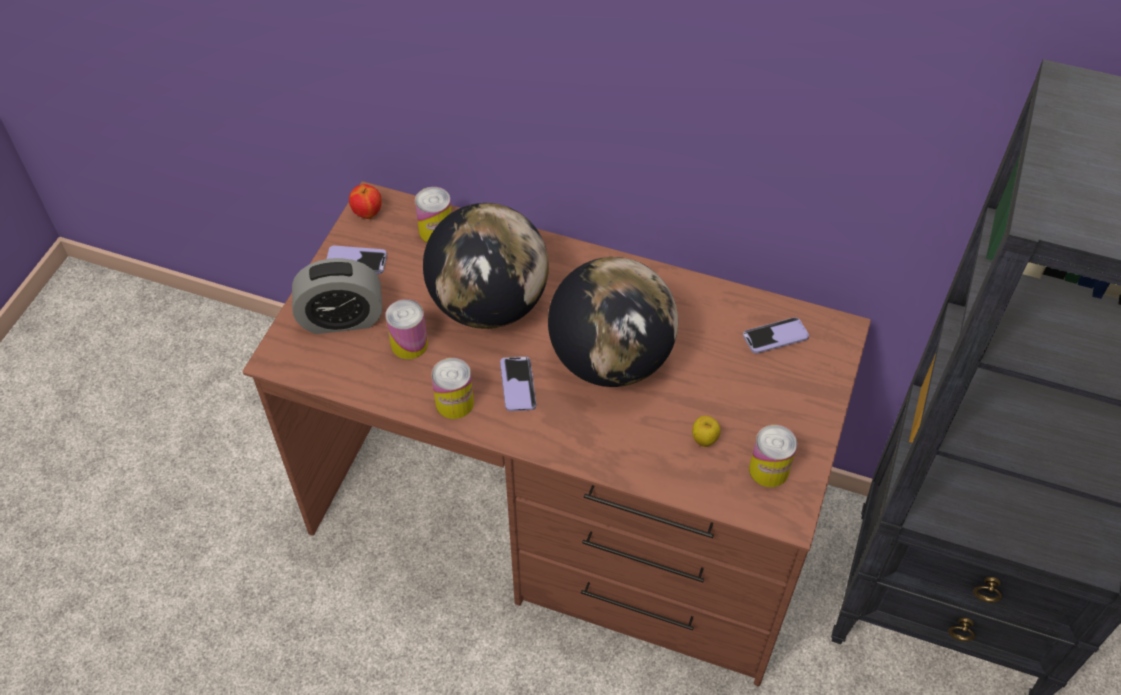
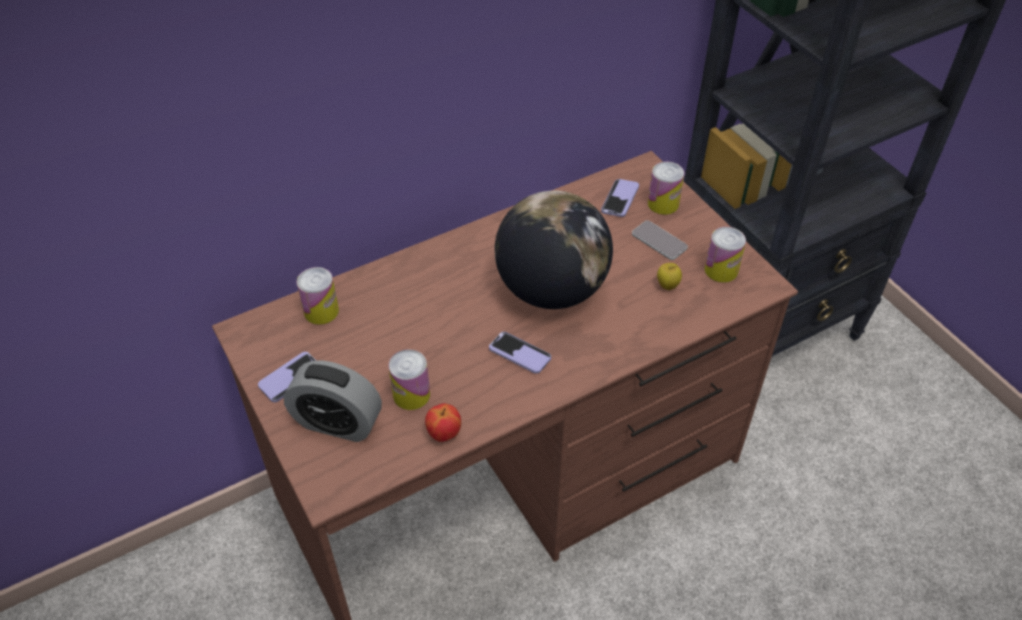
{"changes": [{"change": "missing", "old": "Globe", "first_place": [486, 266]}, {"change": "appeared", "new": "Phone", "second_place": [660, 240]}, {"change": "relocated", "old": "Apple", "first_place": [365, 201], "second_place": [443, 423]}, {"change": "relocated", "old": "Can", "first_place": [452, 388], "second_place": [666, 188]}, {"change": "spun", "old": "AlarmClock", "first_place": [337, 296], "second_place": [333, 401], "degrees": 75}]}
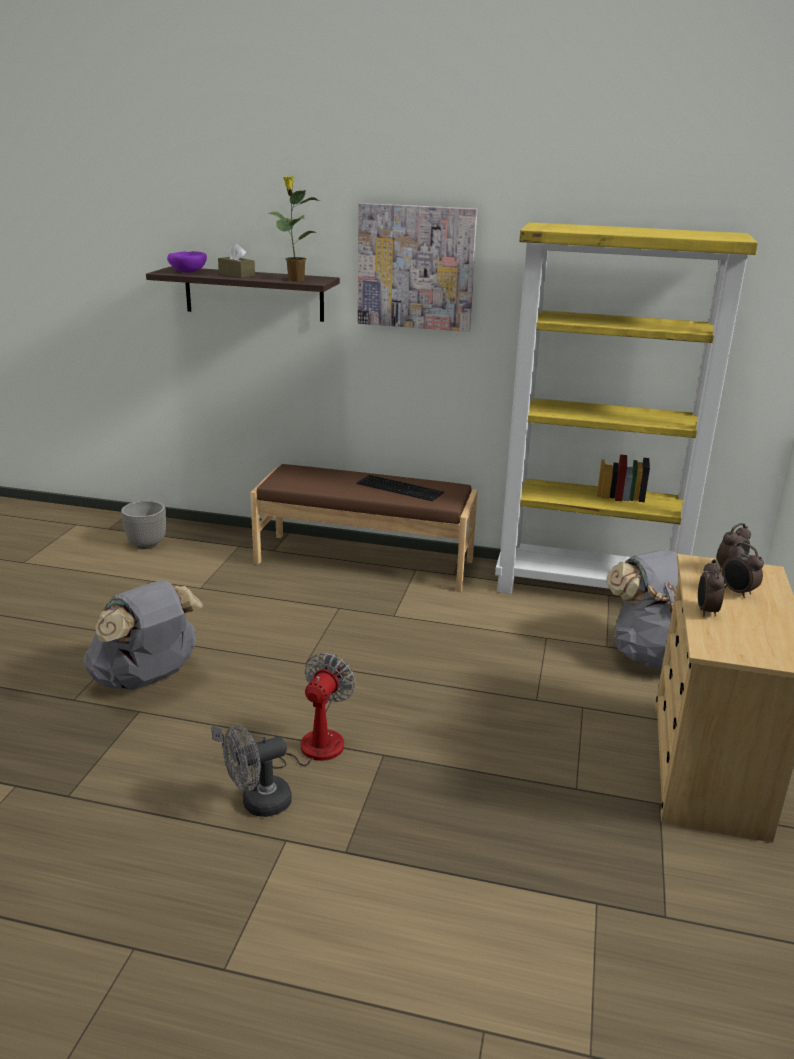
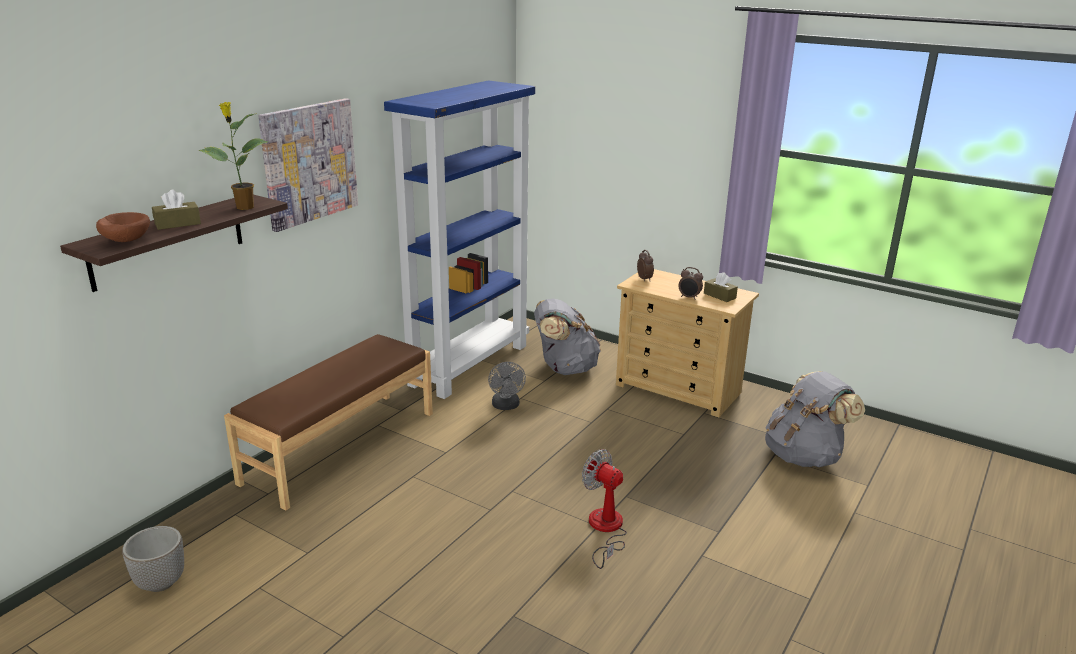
{"changes": [{"change": "missing", "old": "ComputerKeyboard", "first_place": [400, 488]}, {"change": "missing", "old": "AlarmClock", "first_place": [743, 570]}, {"change": "appeared", "new": "BrownTissueHolder", "second_place": [721, 287]}, {"change": "relocated", "old": "GreyRucksack", "first_place": [143, 635], "second_place": [815, 419]}, {"change": "relocated", "old": "GreyFan", "first_place": [257, 771], "second_place": [507, 386]}, {"change": "colour", "old": "PurpleDeepDish", "new": "BrownDeepDish", "first_place": [187, 262], "second_place": [123, 227]}, {"change": "colour", "old": "YellowishBookshelf", "new": "BlueBookshelf", "first_place": [626, 408], "second_place": [459, 239]}]}
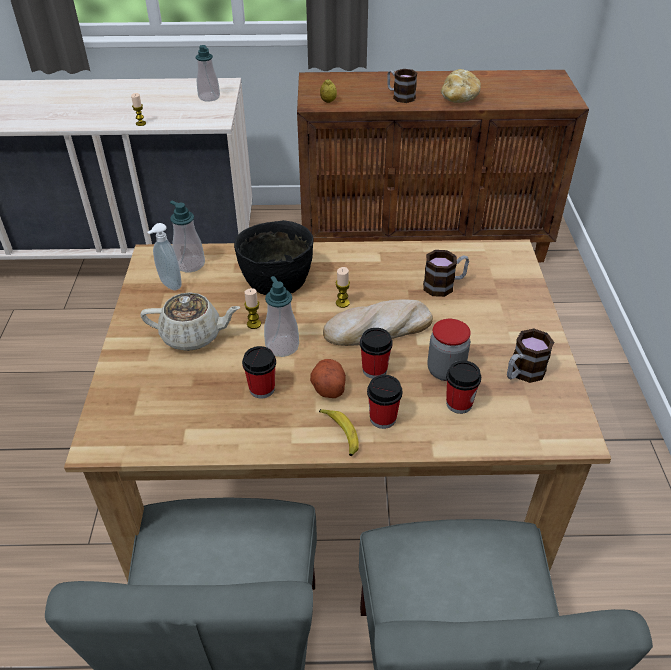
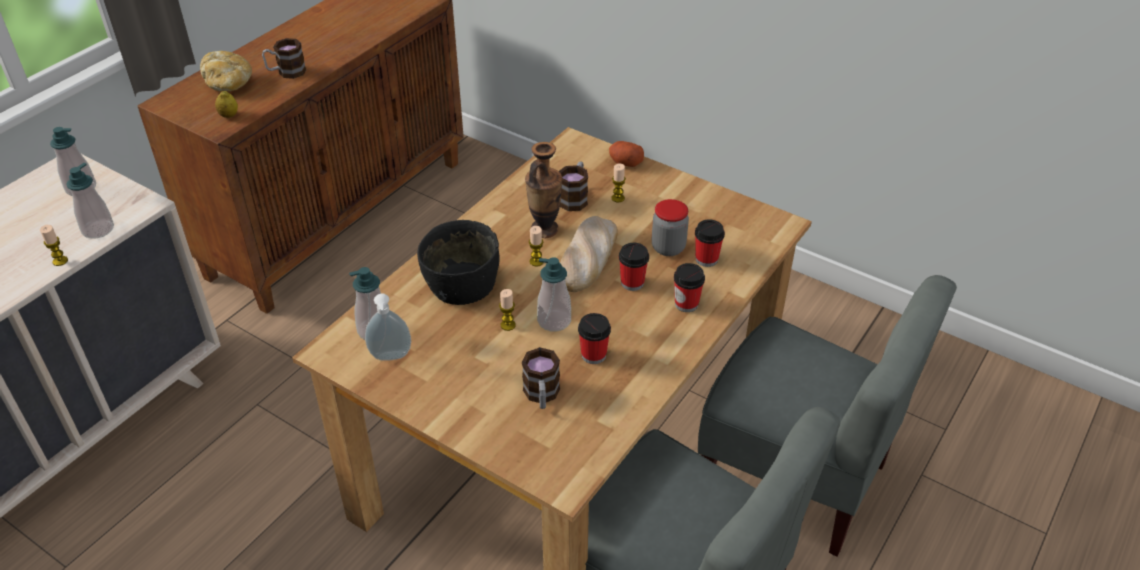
{"changes": [{"change": "missing", "old": "BeigeColouredTeapot", "first_place": [190, 321]}, {"change": "missing", "old": "Banana", "first_place": [339, 432]}, {"change": "appeared", "new": "SoapDispenser", "second_place": [90, 201]}, {"change": "appeared", "new": "DecorativeVase", "second_place": [543, 190]}, {"change": "appeared", "new": "Candle", "second_place": [619, 183]}, {"change": "relocated", "old": "Spud", "first_place": [328, 378], "second_place": [626, 154]}, {"change": "relocated", "old": "BakeryBread", "first_place": [461, 86], "second_place": [226, 71]}, {"change": "relocated", "old": "TeaMug", "first_place": [530, 355], "second_place": [541, 378]}]}
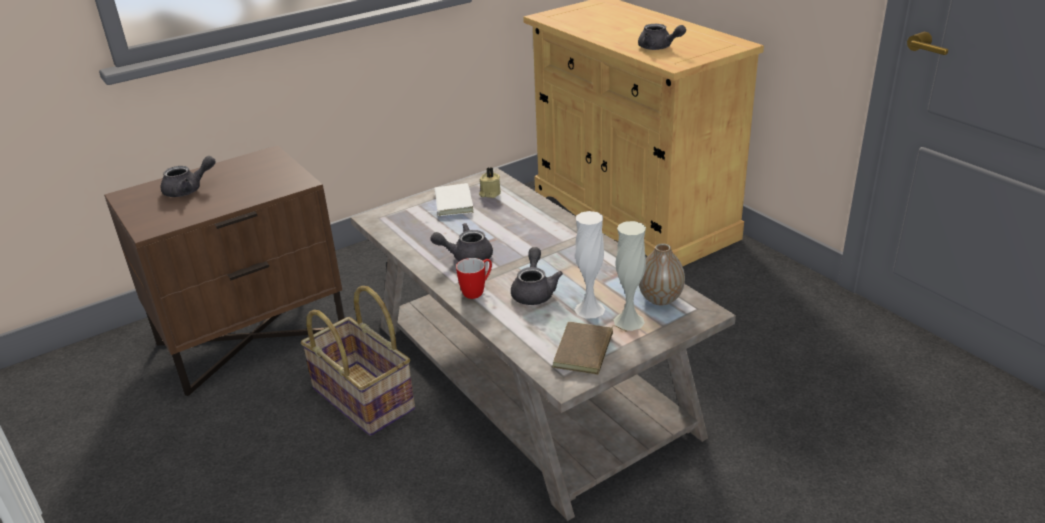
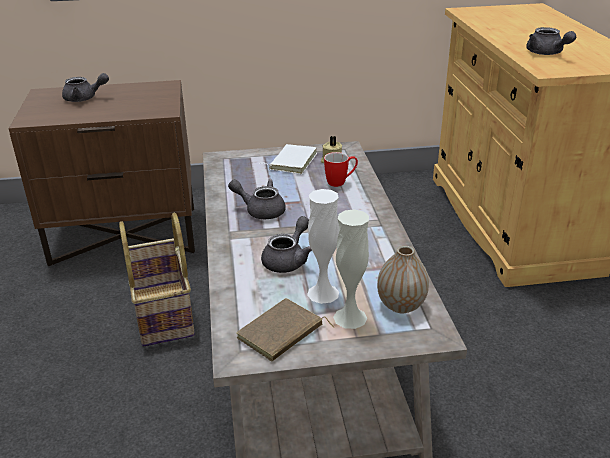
{"changes": [{"change": "relocated", "old": "TeaMug", "first_place": [474, 278], "second_place": [341, 169]}]}
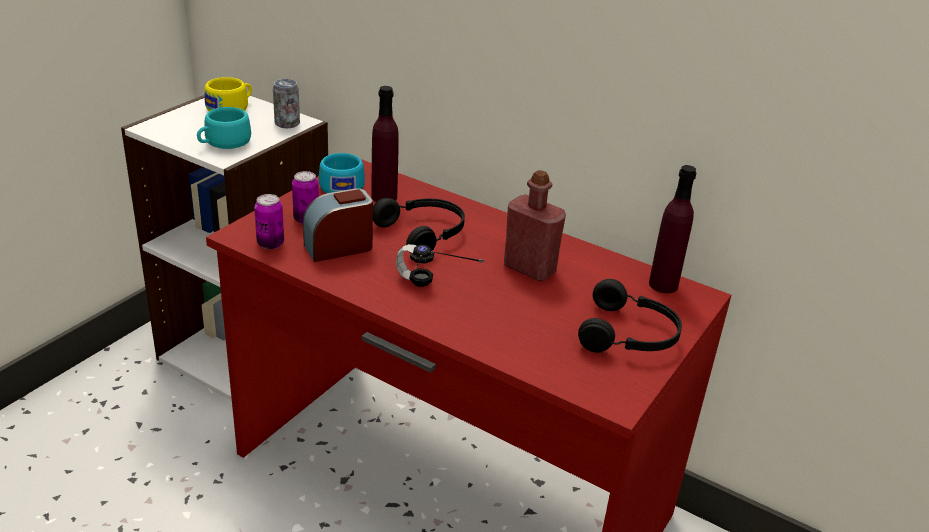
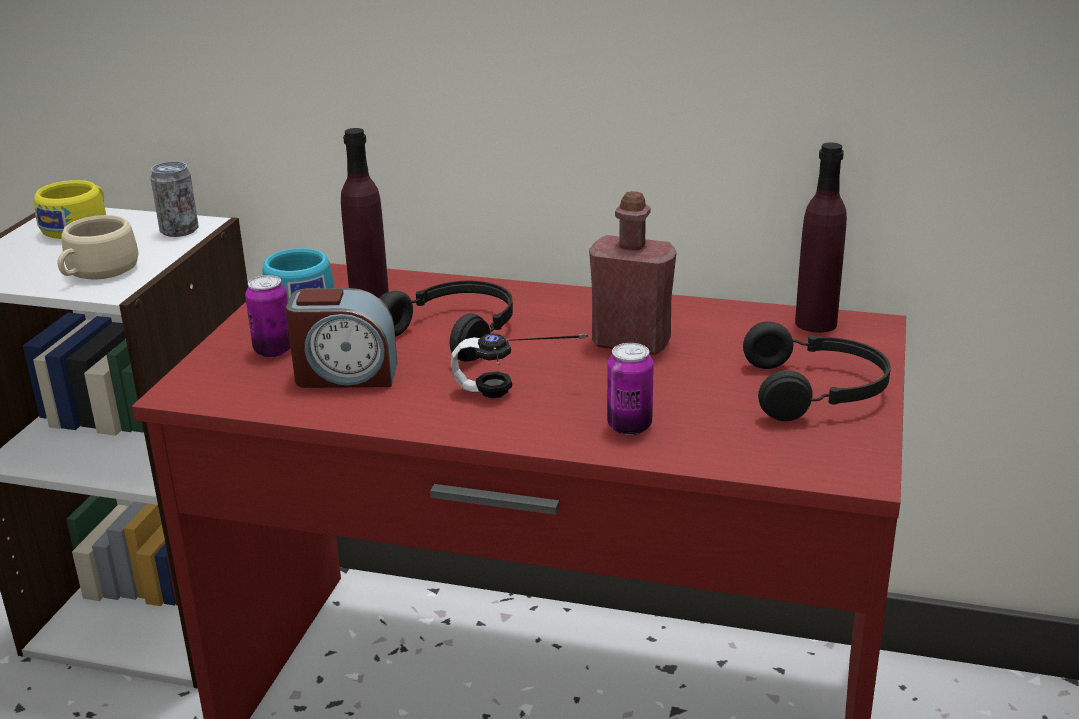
{"changes": [{"change": "relocated", "old": "Can", "first_place": [269, 221], "second_place": [630, 389]}, {"change": "colour", "old": "TurquoiseCup", "new": "BeigeColouredCup", "first_place": [224, 128], "second_place": [98, 247]}, {"change": "spun", "old": "AlarmClock", "first_place": [338, 225], "second_place": [341, 338], "degrees": -135}]}
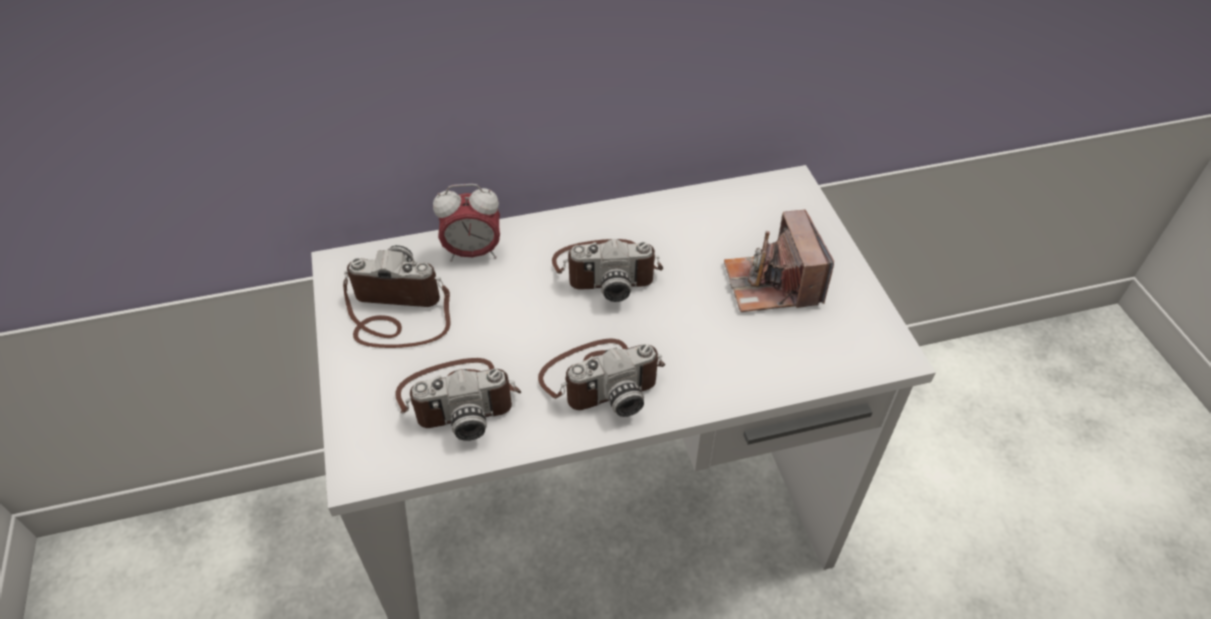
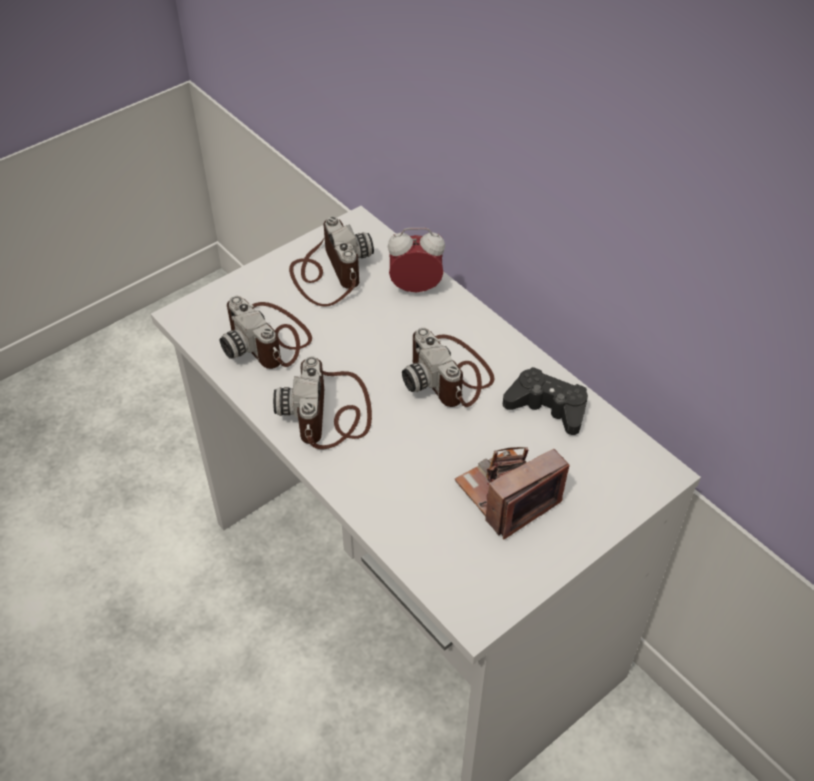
{"changes": [{"change": "appeared", "new": "BlackishJoypad", "second_place": [545, 401]}, {"change": "spun", "old": "AlarmClock", "first_place": [466, 223], "second_place": [416, 260], "degrees": 120}, {"change": "spun", "old": "StillCamera", "first_place": [601, 378], "second_place": [322, 402], "degrees": 45}]}
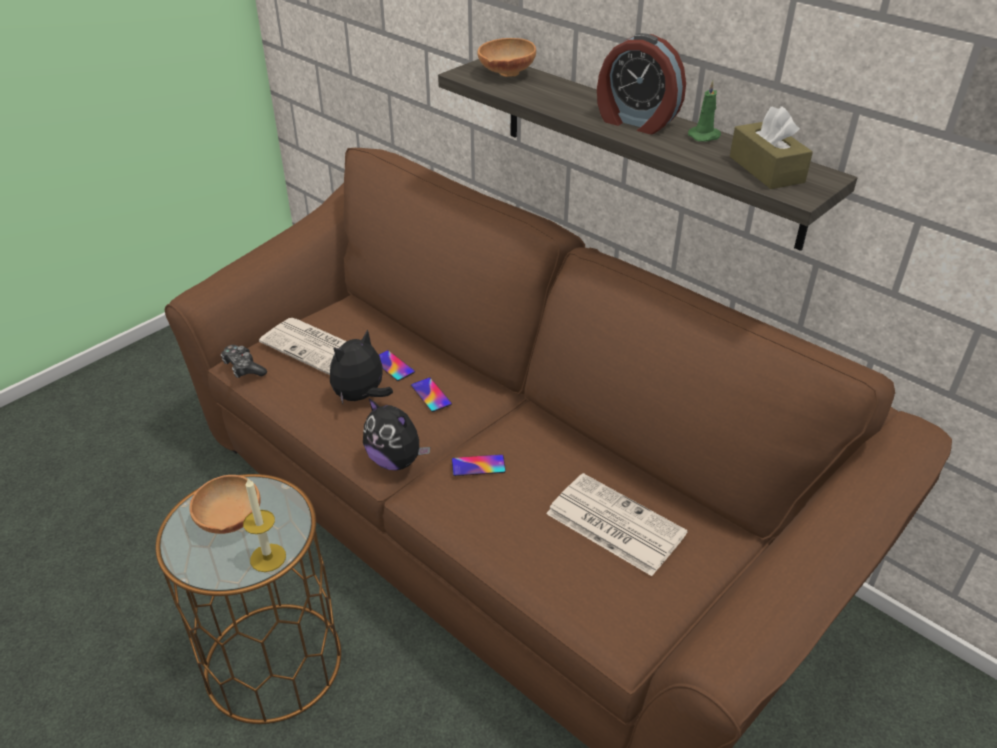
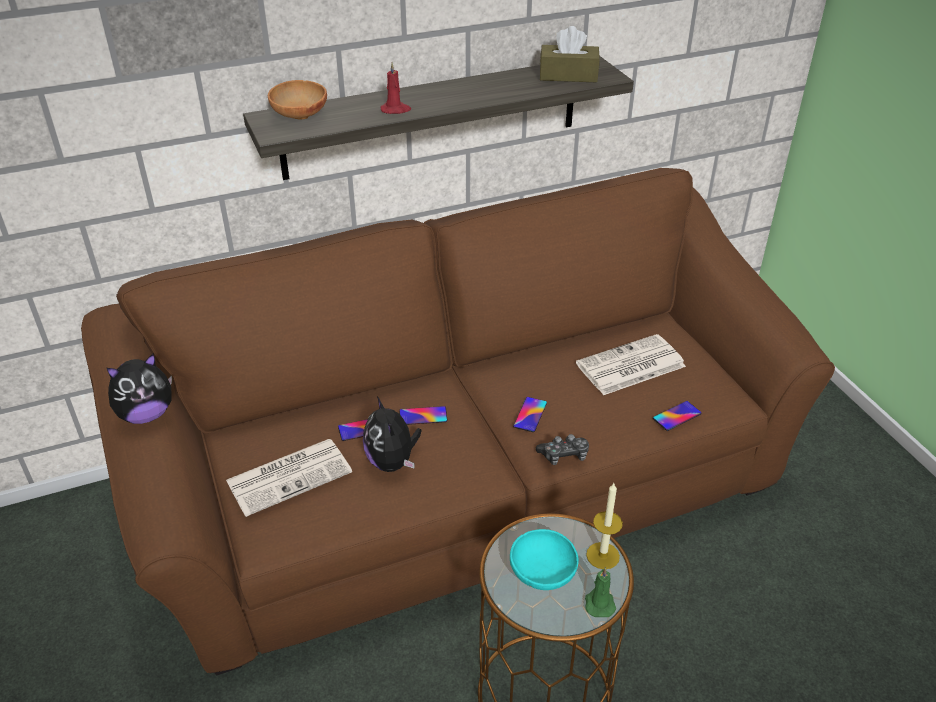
{"changes": [{"change": "missing", "old": "AlarmClock", "first_place": [641, 83]}, {"change": "appeared", "new": "RedCandle", "second_place": [395, 88]}, {"change": "appeared", "new": "Phone", "second_place": [677, 416]}, {"change": "relocated", "old": "Joypad", "first_place": [244, 361], "second_place": [562, 449]}, {"change": "relocated", "old": "SoftToy", "first_place": [396, 434], "second_place": [139, 388]}, {"change": "relocated", "old": "GreenishCandle", "first_place": [704, 111], "second_place": [600, 592]}, {"change": "colour", "old": "BrownDeepDish", "new": "TurquoiseDeepDish", "first_place": [225, 504], "second_place": [544, 559]}]}
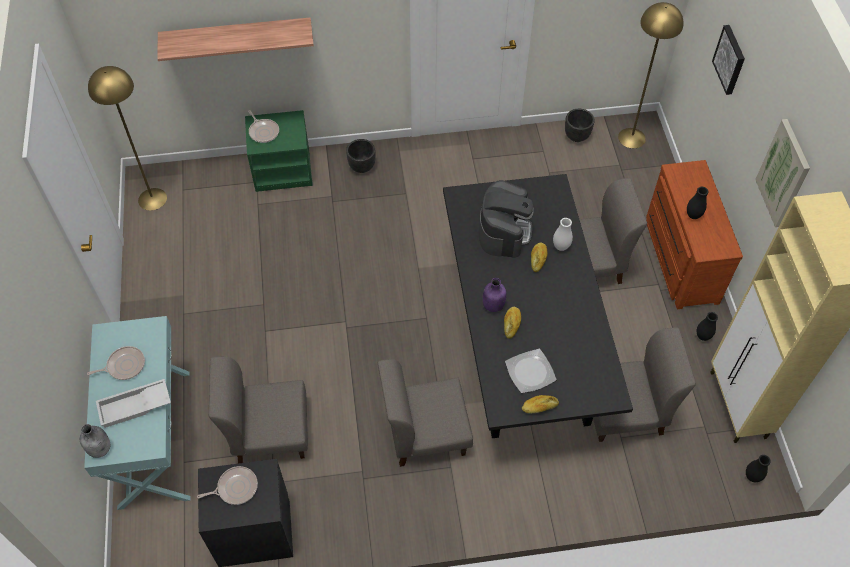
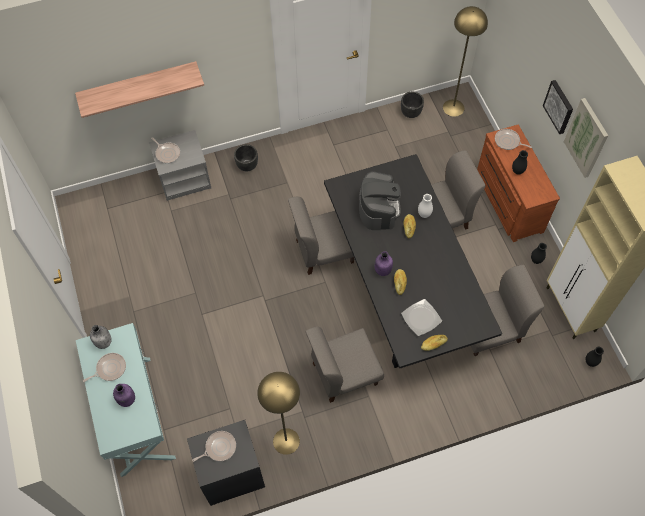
{"changes": [{"change": "appeared", "new": "FryingPan", "second_place": [513, 139]}, {"change": "relocated", "old": "GreyDrinkBottle", "first_place": [95, 441], "second_place": [101, 337]}, {"change": "relocated", "old": "YellowishStandingLamp", "first_place": [127, 138], "second_place": [278, 413]}, {"change": "relocated", "old": "GreyChair", "first_place": [258, 410], "second_place": [321, 236]}, {"change": "relocated", "old": "WallPicture", "first_place": [728, 60], "second_place": [558, 107]}, {"change": "exchanged", "old": "WhiteColouredServingTray", "new": "PurpleDrinkBottle", "first_place": [133, 403], "second_place": [124, 395]}, {"change": "colour", "old": "GreenishNightstand", "new": "GreyNightstand", "first_place": [279, 151], "second_place": [180, 165]}]}
